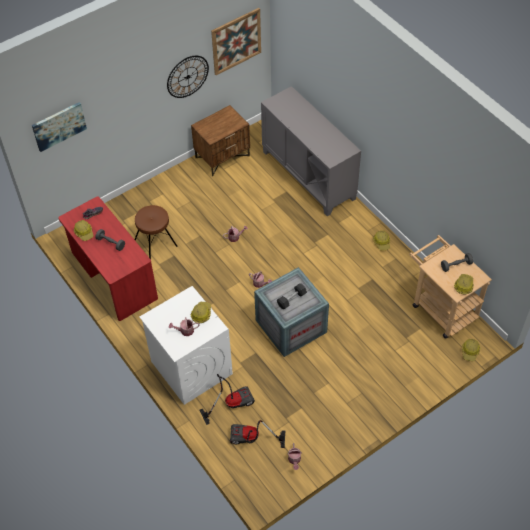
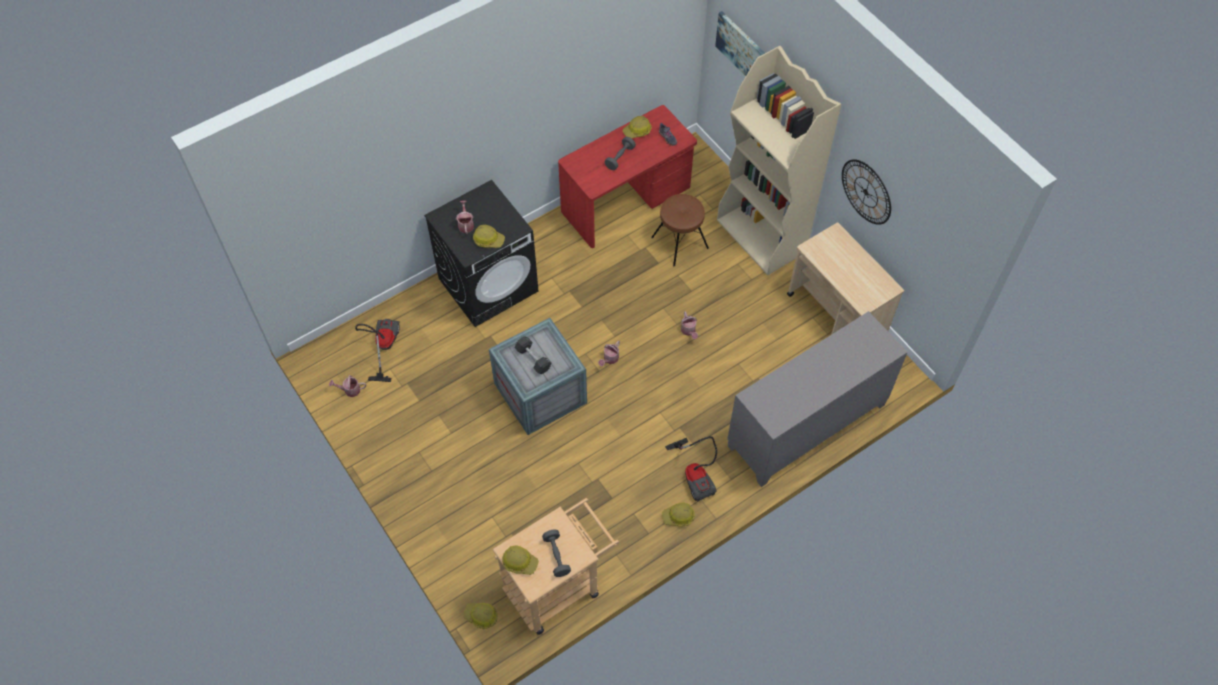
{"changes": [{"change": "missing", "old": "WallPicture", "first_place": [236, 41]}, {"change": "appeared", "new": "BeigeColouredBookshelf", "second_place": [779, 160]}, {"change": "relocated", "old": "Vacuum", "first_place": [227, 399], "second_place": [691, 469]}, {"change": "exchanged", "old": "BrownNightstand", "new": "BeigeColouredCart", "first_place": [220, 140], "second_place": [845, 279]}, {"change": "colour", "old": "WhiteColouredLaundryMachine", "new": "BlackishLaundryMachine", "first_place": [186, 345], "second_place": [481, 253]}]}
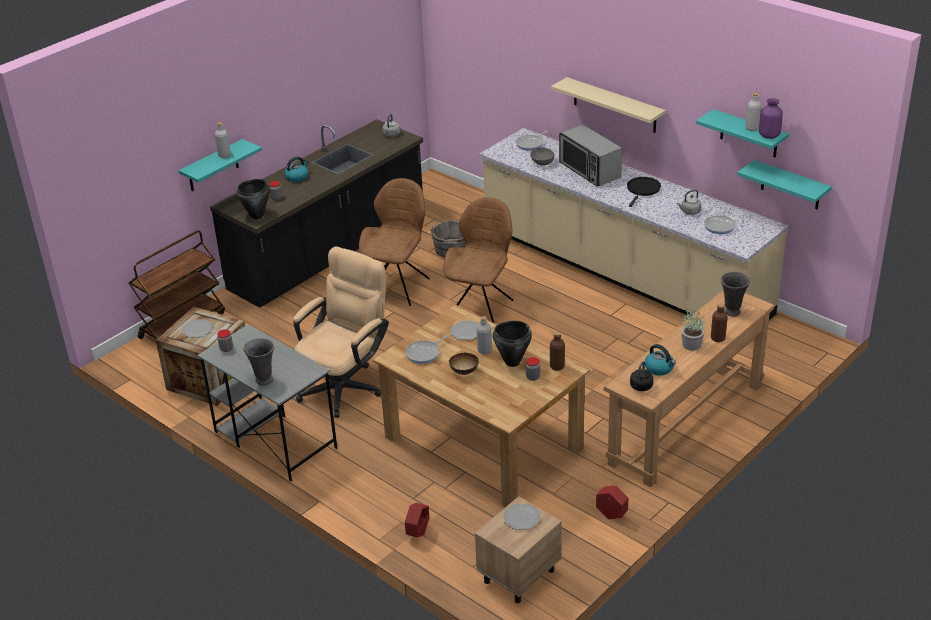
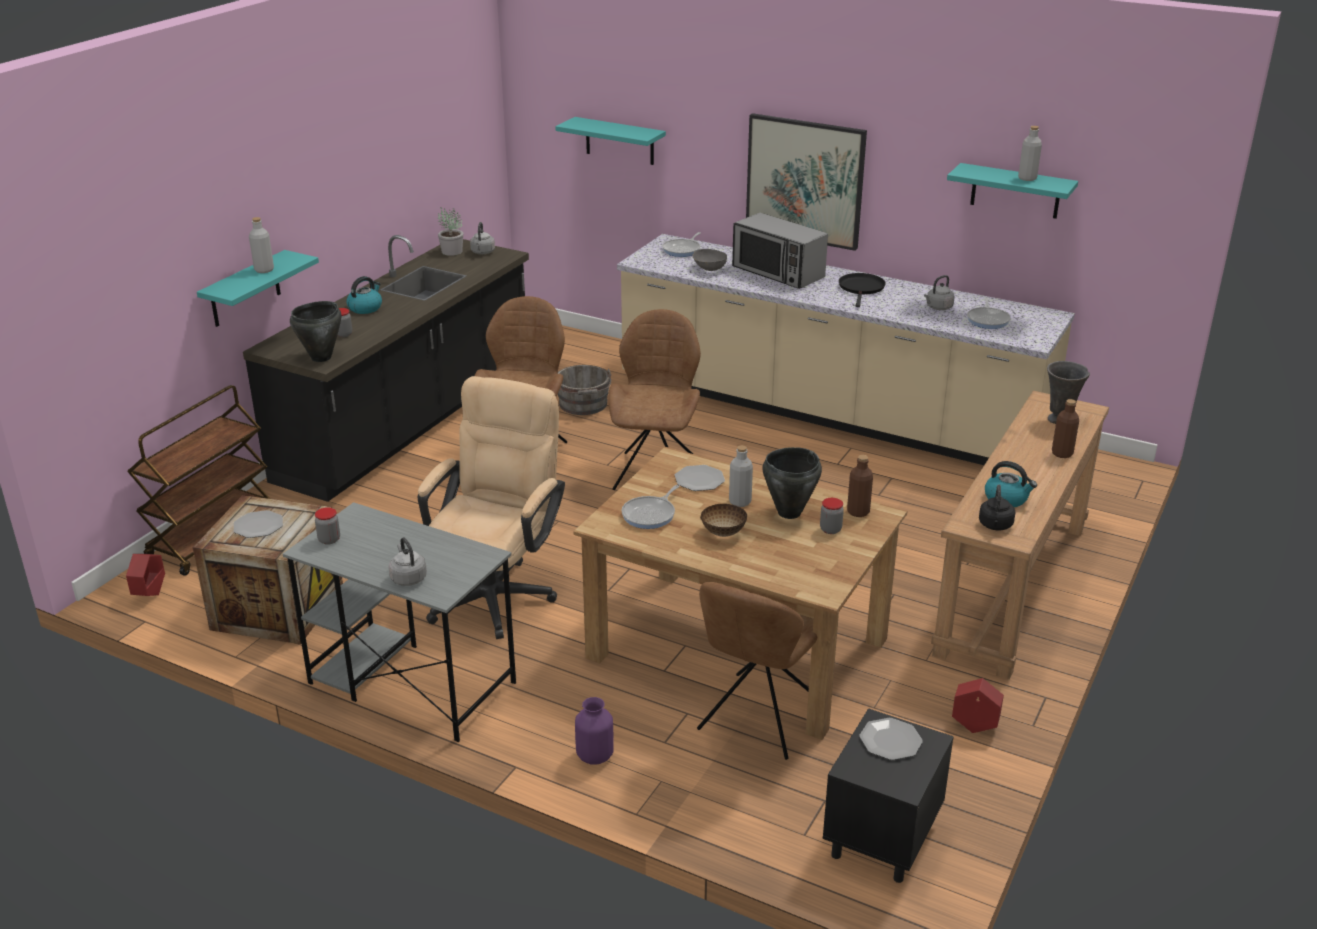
{"changes": [{"change": "appeared", "new": "BrownChair", "second_place": [757, 671]}, {"change": "relocated", "old": "RedFlowerPot", "first_place": [417, 520], "second_place": [145, 575]}, {"change": "relocated", "old": "PlantInAPot", "first_place": [693, 330], "second_place": [450, 232]}, {"change": "relocated", "old": "TurquoiseBracketShelf", "first_place": [784, 184], "second_place": [610, 141]}, {"change": "relocated", "old": "PurpleDecorativeVase", "first_place": [771, 118], "second_place": [594, 730]}, {"change": "exchanged", "old": "GreyDecorativeVase", "new": "GreyTeaKettle", "first_place": [258, 361], "second_place": [408, 561]}, {"change": "exchanged", "old": "BeigeColouredBracketShelf", "new": "WallPicture", "first_place": [608, 105], "second_place": [806, 182]}, {"change": "colour", "old": "BeigeColouredNightstand", "new": "BlackishNightstand", "first_place": [518, 549], "second_place": [888, 795]}]}
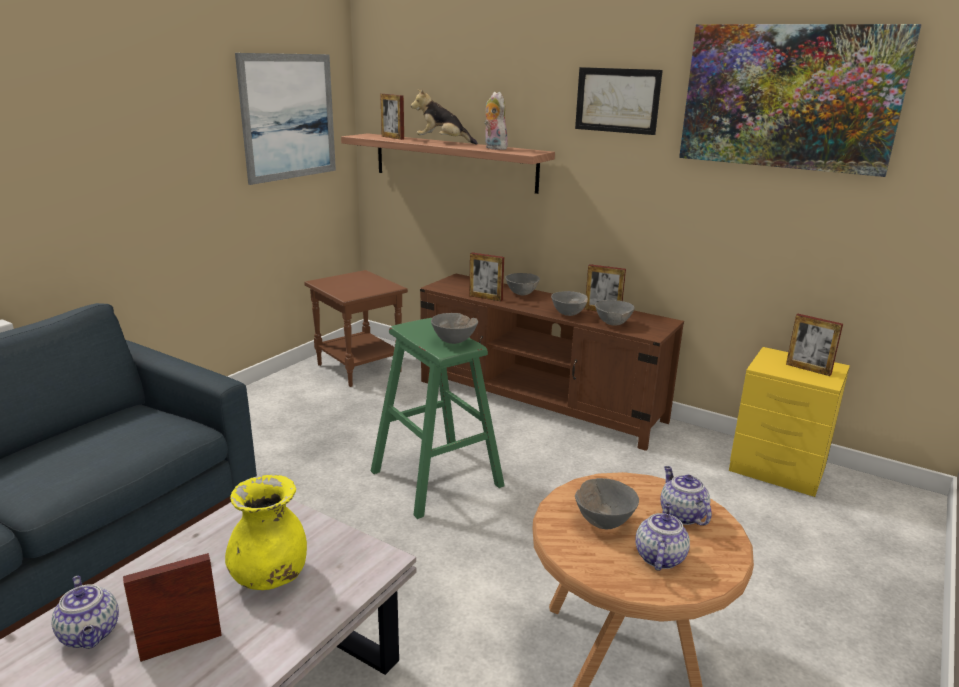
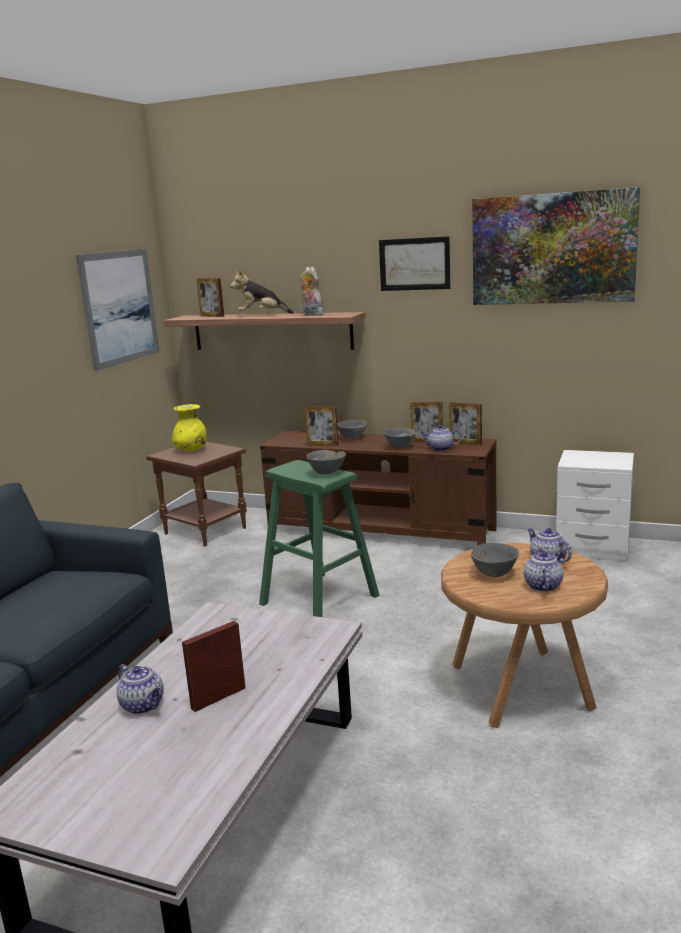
{"changes": [{"change": "relocated", "old": "YellowishDecorativeVase", "first_place": [266, 532], "second_place": [189, 427]}, {"change": "relocated", "old": "PictureFrame", "first_place": [814, 345], "second_place": [465, 424]}, {"change": "exchanged", "old": "GreyDeepDish", "new": "Teapot", "first_place": [615, 313], "second_place": [441, 438]}, {"change": "colour", "old": "YellowishNightstand", "new": "WhiteColouredNightstand", "first_place": [789, 422], "second_place": [595, 506]}]}
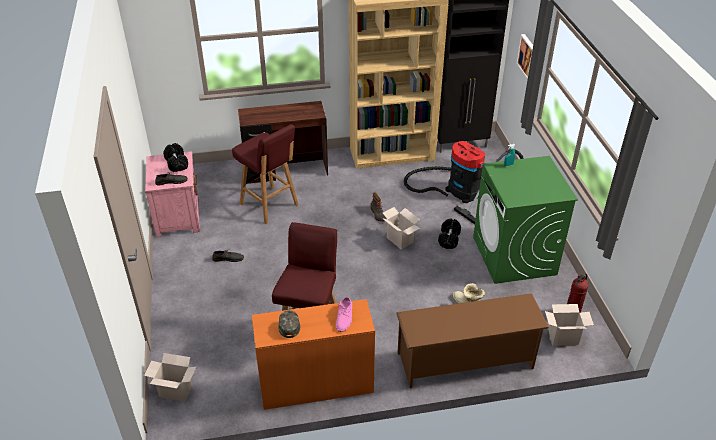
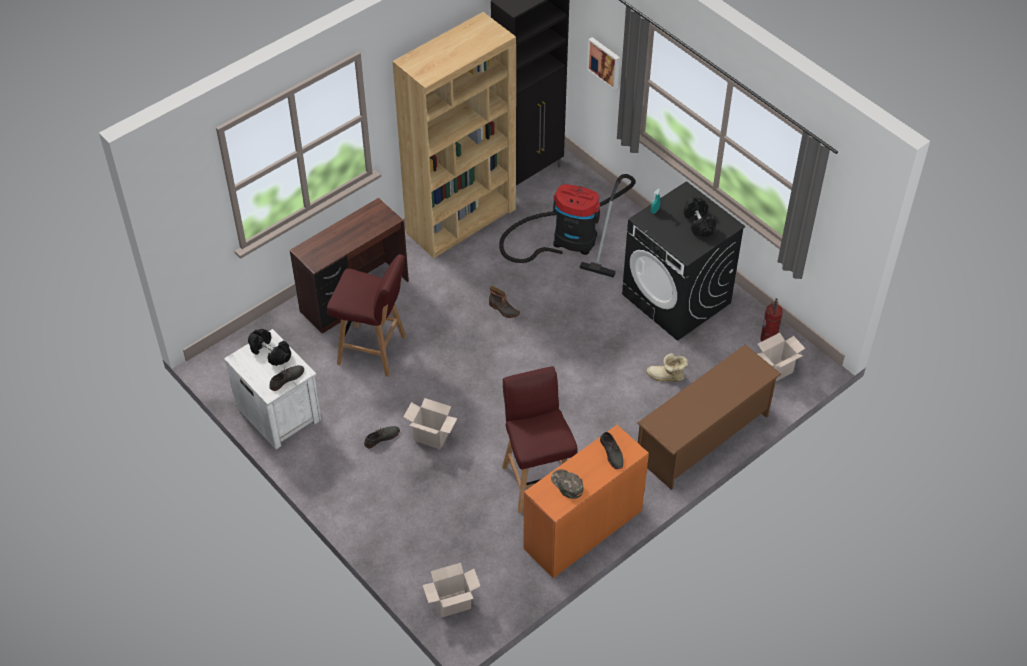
{"changes": [{"change": "relocated", "old": "PackingBox", "first_place": [401, 228], "second_place": [430, 424]}, {"change": "relocated", "old": "BlackishFreeWeight", "first_place": [449, 233], "second_place": [700, 217]}, {"change": "colour", "old": "PinkNightstand", "new": "WhiteColouredNightstand", "first_place": [172, 194], "second_place": [272, 389]}, {"change": "colour", "old": "PinkShoe", "new": "GreyShoe", "first_place": [344, 314], "second_place": [612, 450]}, {"change": "colour", "old": "GreenishLaundryMachine", "new": "BlackishLaundryMachine", "first_place": [525, 220], "second_place": [683, 261]}]}
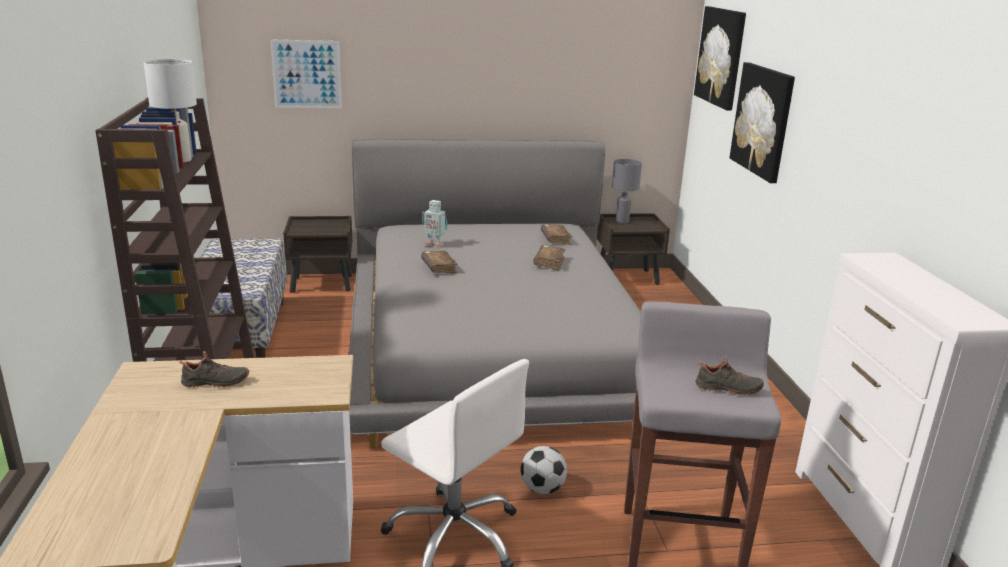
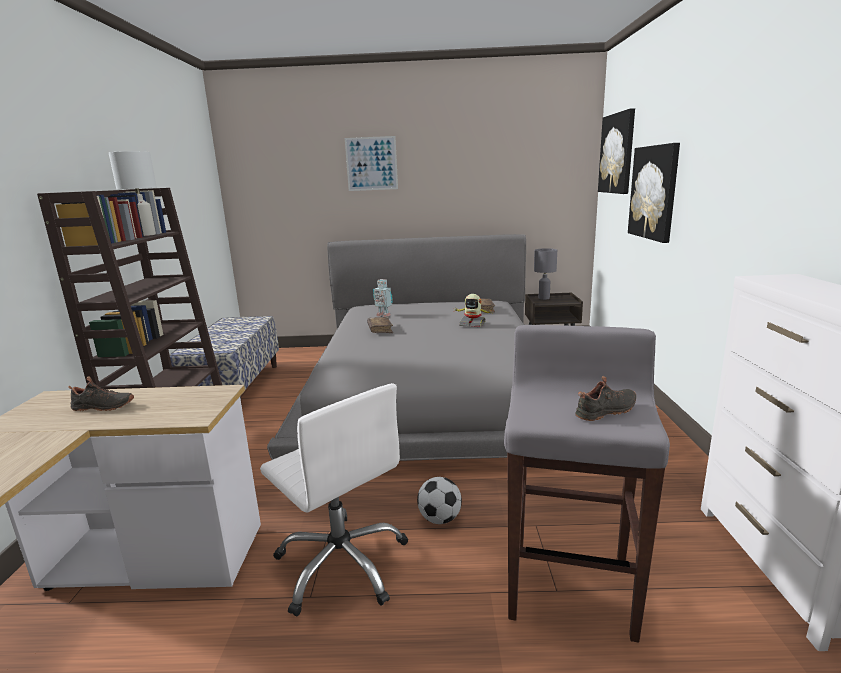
{"changes": [{"change": "missing", "old": "BrownNightstand", "first_place": [317, 254]}, {"change": "relocated", "old": "WallPicture", "first_place": [306, 73], "second_place": [371, 163]}, {"change": "exchanged", "old": "BrownBoundBook", "new": "ModelRobot", "first_place": [549, 257], "second_place": [473, 310]}, {"change": "spun", "old": "BlackishShoe", "first_place": [730, 375], "second_place": [605, 398], "degrees": -45}]}
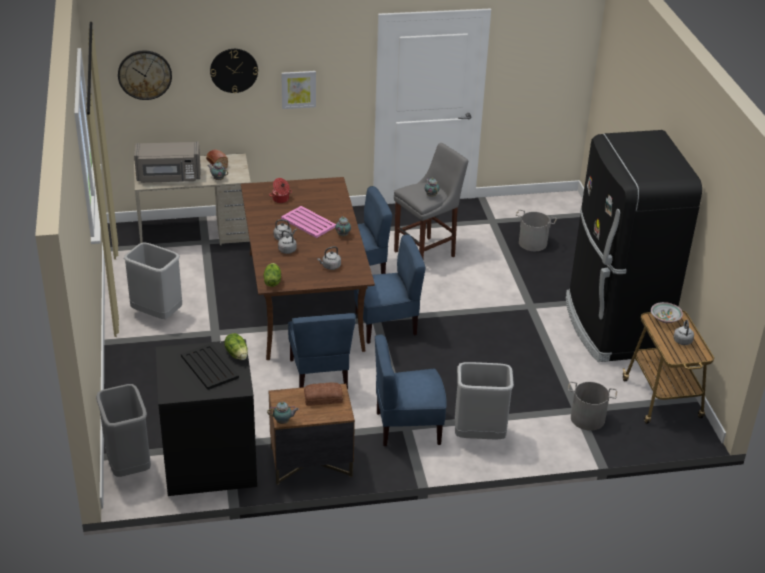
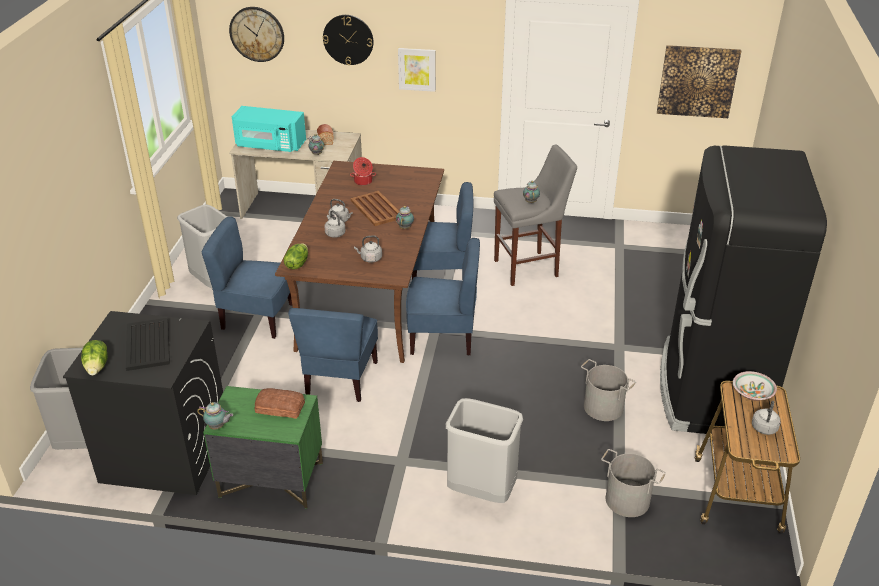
{"changes": [{"change": "appeared", "new": "WallPicture", "second_place": [699, 81]}, {"change": "relocated", "old": "HeadOfLettuce", "first_place": [236, 346], "second_place": [94, 357]}, {"change": "relocated", "old": "BlueChair", "first_place": [411, 390], "second_place": [246, 277]}, {"change": "relocated", "old": "GreyPail", "first_place": [536, 230], "second_place": [608, 390]}, {"change": "colour", "old": "GreyMicrowaveOven", "new": "TurquoiseMicrowaveOven", "first_place": [167, 162], "second_place": [269, 129]}, {"change": "colour", "old": "BrownNightstand", "new": "GreenishNightstand", "first_place": [312, 434], "second_place": [263, 447]}, {"change": "colour", "old": "PinkServingTray", "new": "BrownServingTray", "first_place": [308, 222], "second_place": [375, 208]}]}
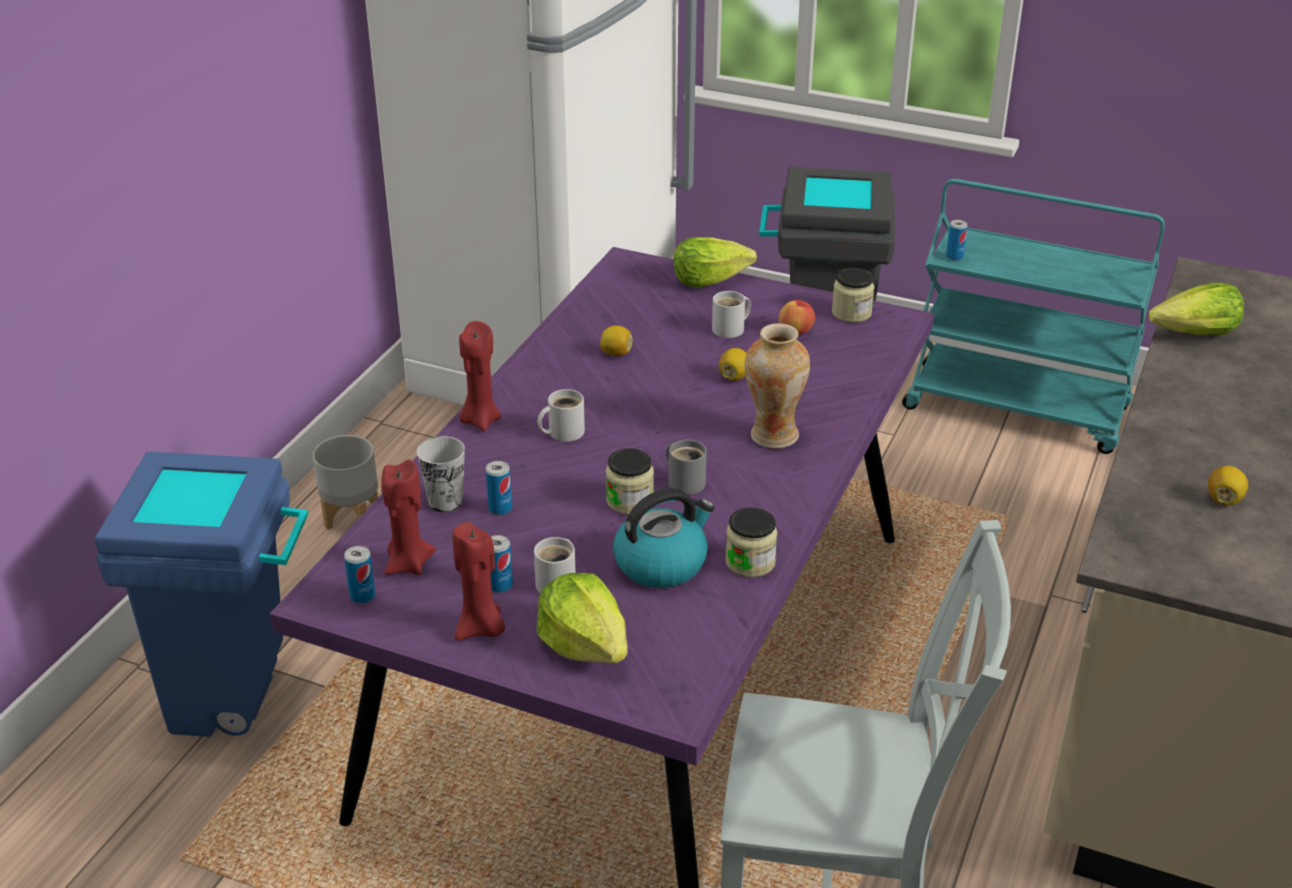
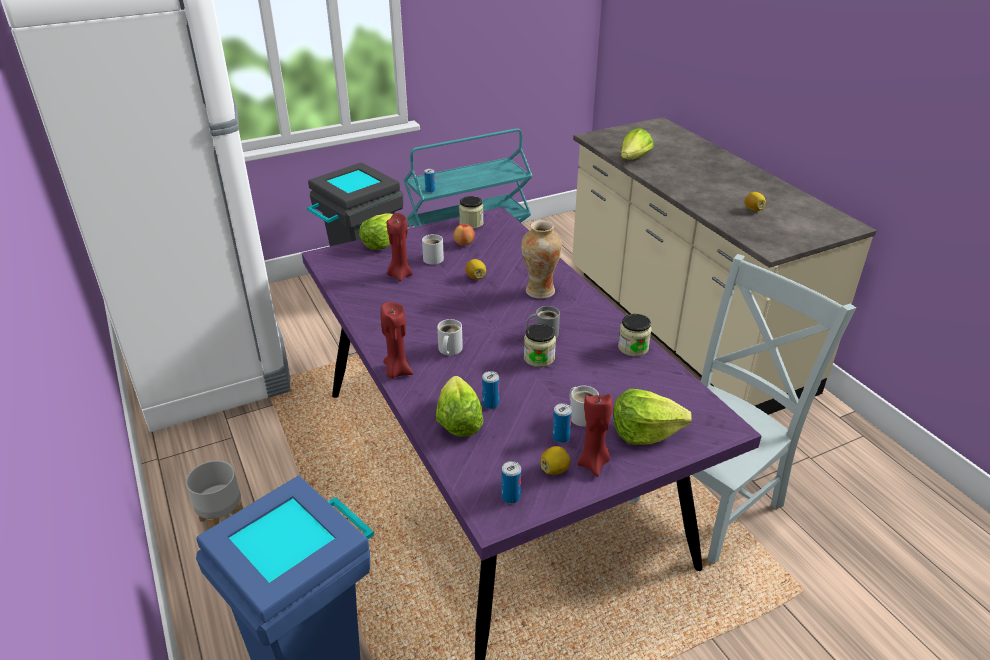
{"changes": [{"change": "missing", "old": "TeaKettle", "first_place": [664, 538]}, {"change": "relocated", "old": "RedCandle", "first_place": [408, 517], "second_place": [400, 247]}, {"change": "relocated", "old": "CitrusFruit", "first_place": [616, 341], "second_place": [555, 460]}, {"change": "exchanged", "old": "Cup", "new": "HeadOfLettuce", "first_place": [441, 474], "second_place": [459, 406]}]}
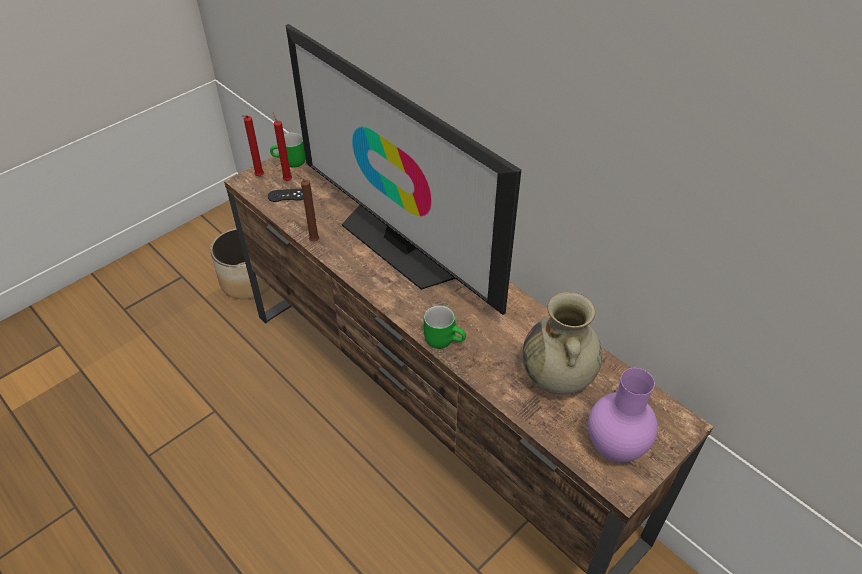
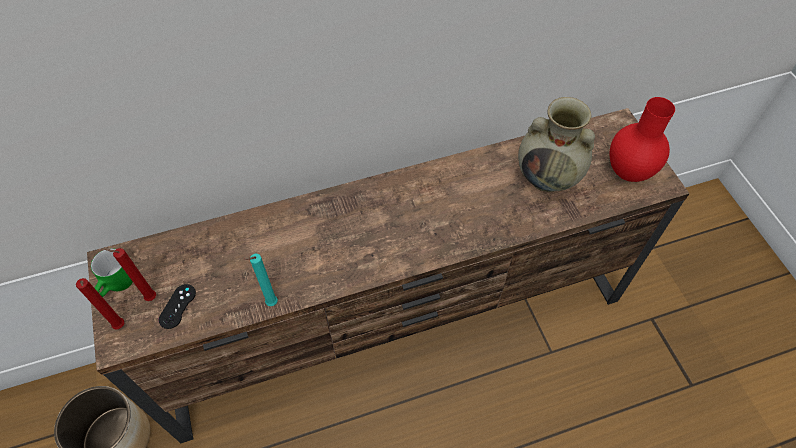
{"changes": [{"change": "missing", "old": "Tv", "first_place": [403, 169]}, {"change": "missing", "old": "GreenishTeaMug", "first_place": [445, 327]}, {"change": "colour", "old": "BrownCandle", "new": "TurquoiseCandle", "first_place": [307, 207], "second_place": [260, 280]}, {"change": "colour", "old": "PurpleDecorativeVase", "new": "RedDecorativeVase", "first_place": [623, 415], "second_place": [642, 139]}]}
